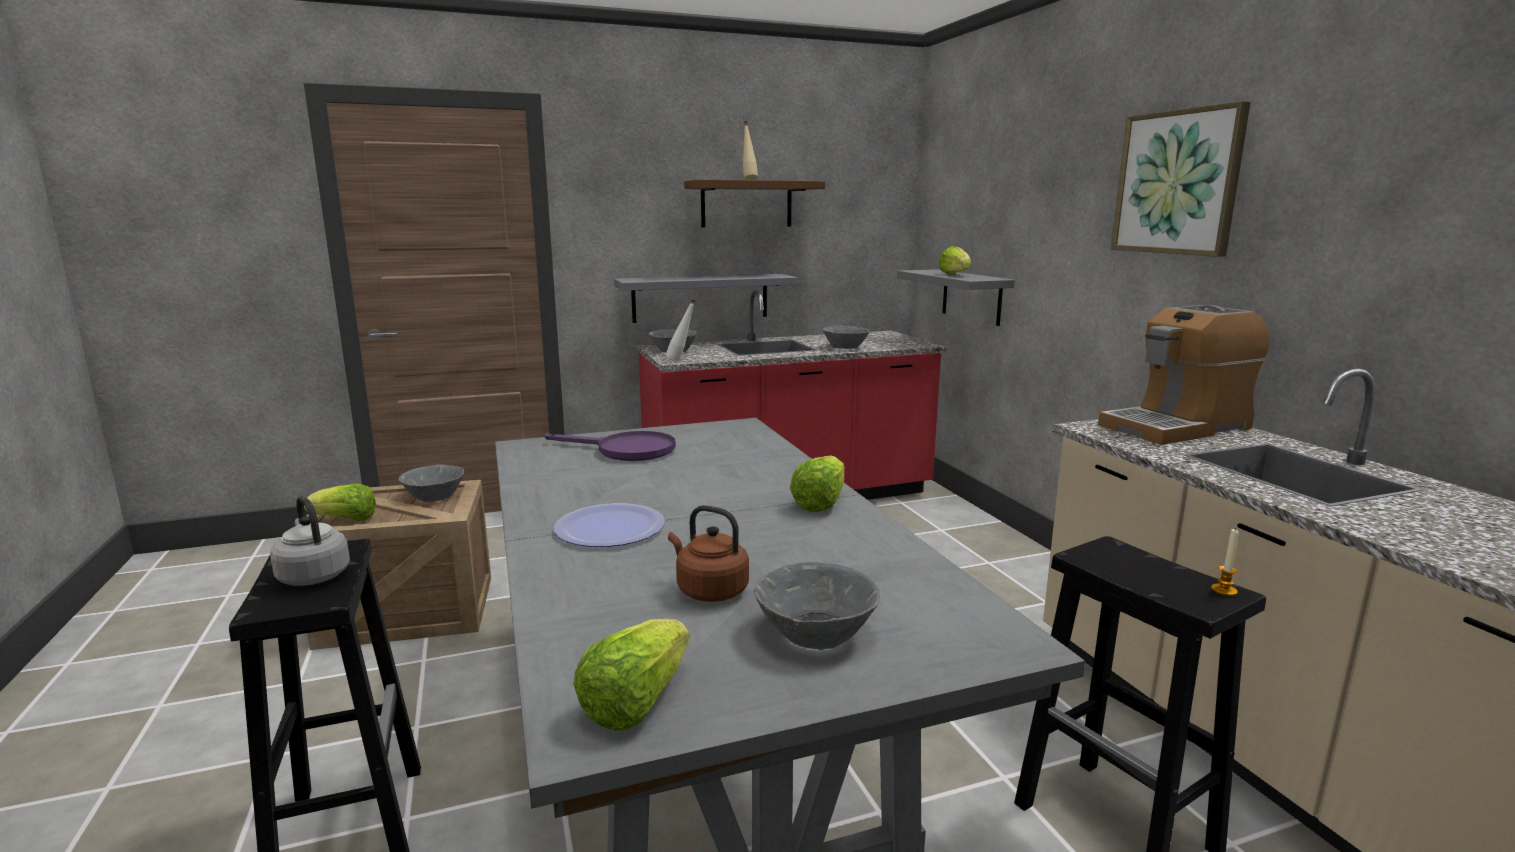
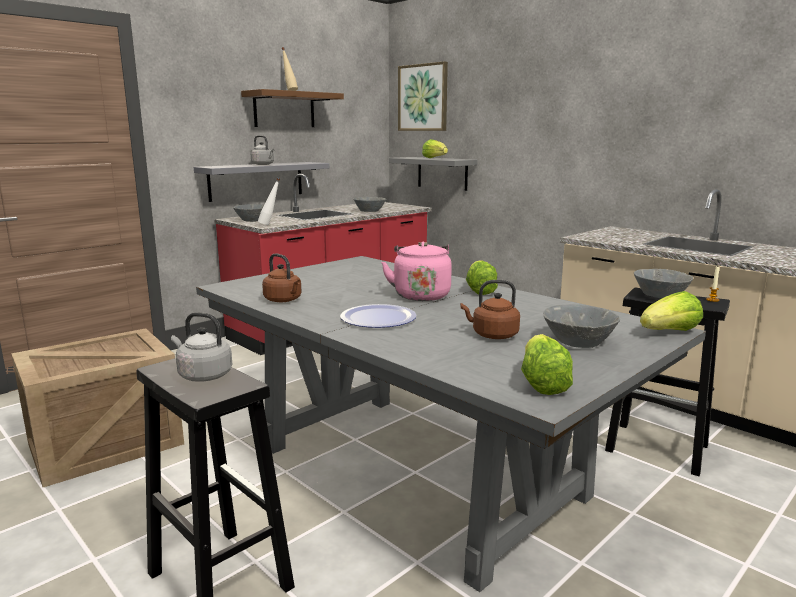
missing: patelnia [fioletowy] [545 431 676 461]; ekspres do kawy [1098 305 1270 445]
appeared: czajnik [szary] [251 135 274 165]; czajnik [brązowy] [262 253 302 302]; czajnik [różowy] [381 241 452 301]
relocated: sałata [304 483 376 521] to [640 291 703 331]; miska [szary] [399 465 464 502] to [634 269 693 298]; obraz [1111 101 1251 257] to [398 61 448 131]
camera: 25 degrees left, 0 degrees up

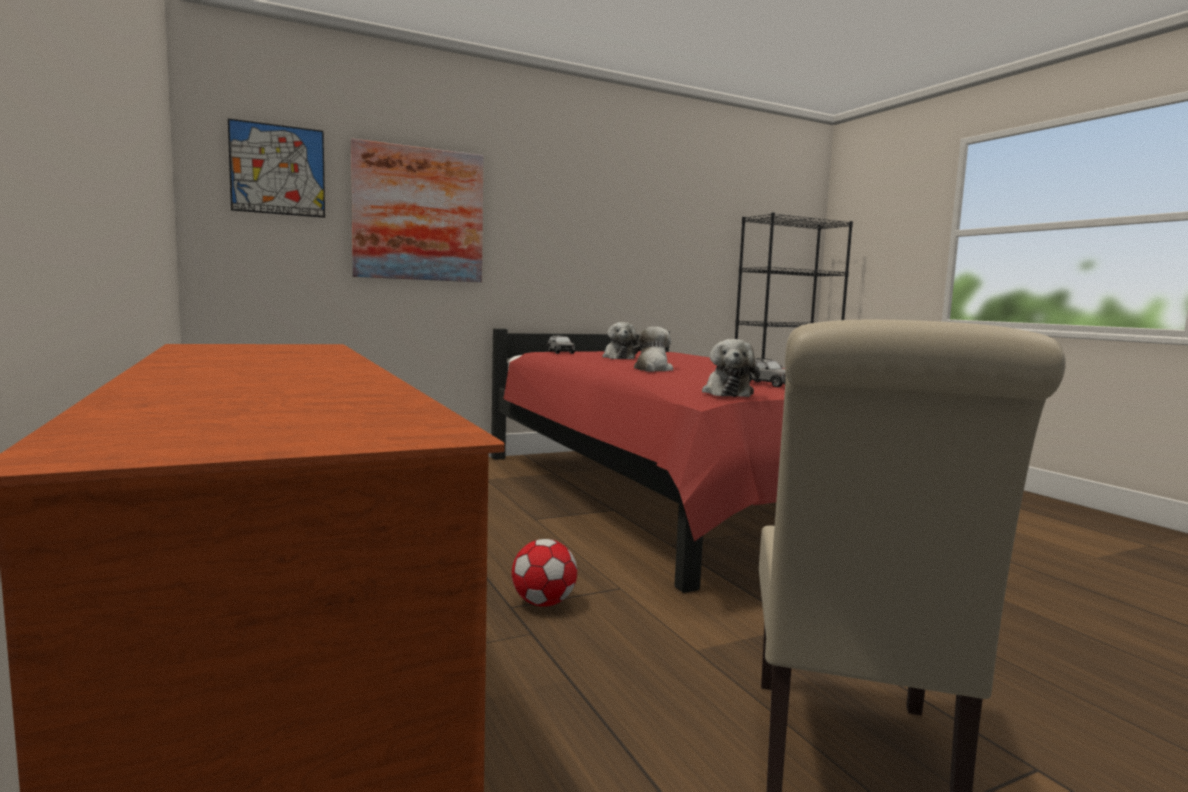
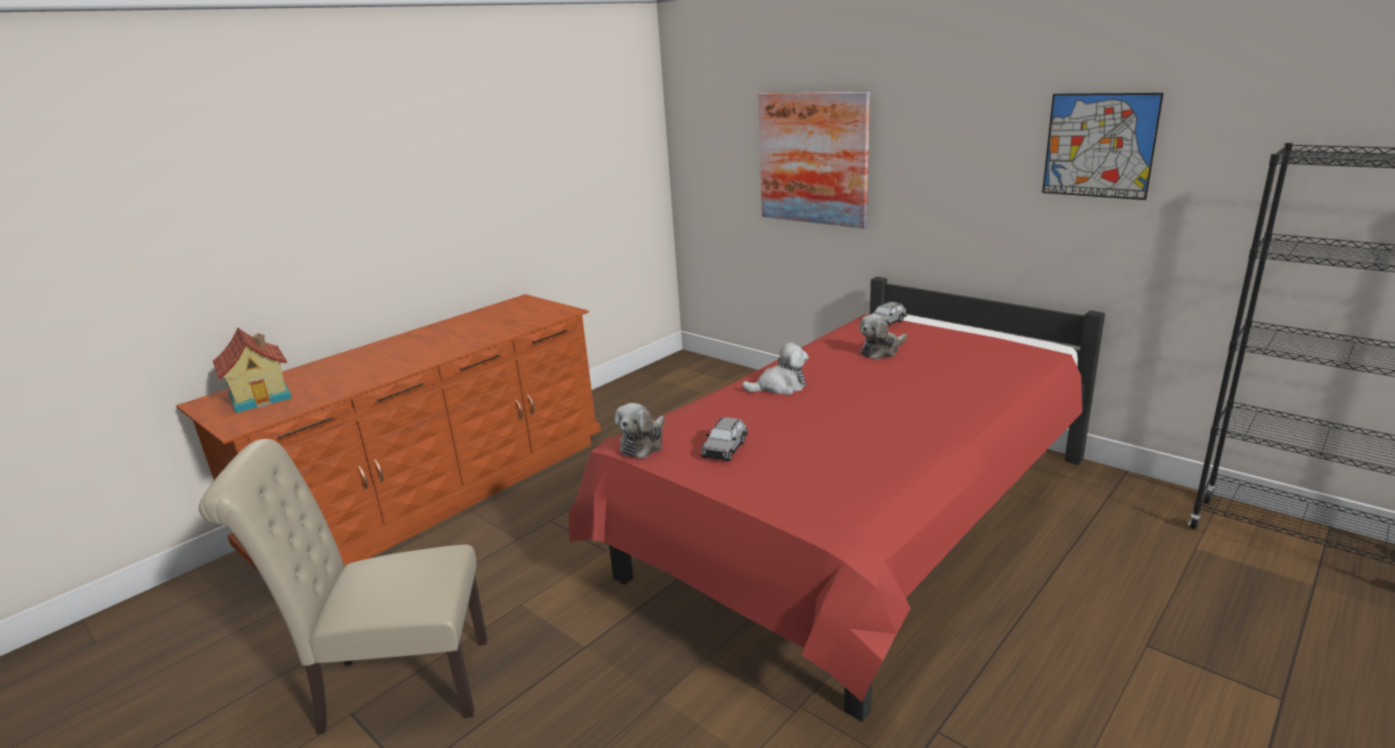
missing: piłka futbolowa [512 539 577 607]
appeared: domek [213 328 292 413]
relocated: obraz [228 118 325 218] to [1042 93 1164 200]
spun: pluszak [702 339 760 397] = [615 403 664 458] 45 degrees counterclockwise
camera: 70 degrees right, 15 degrees up

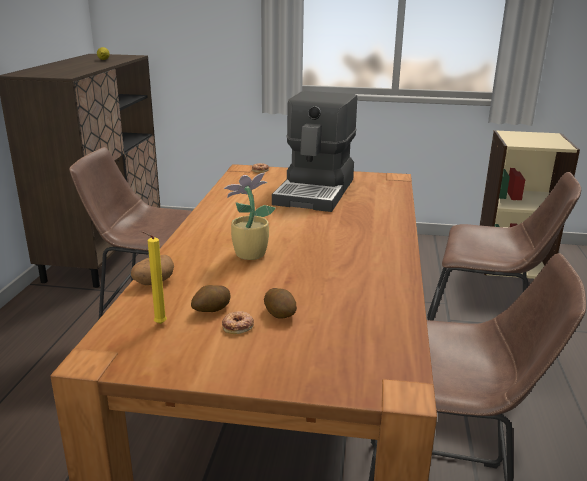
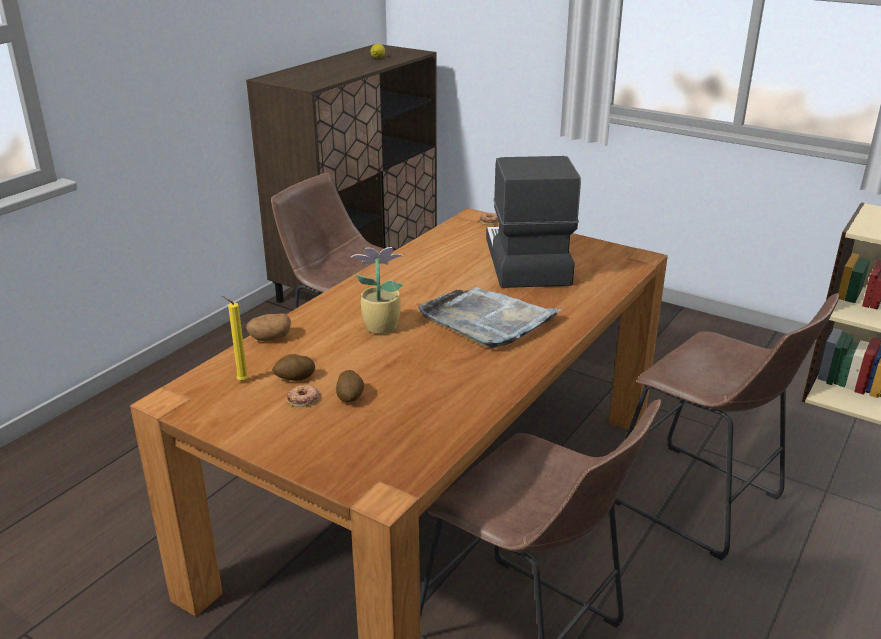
appeared: taca [szary] [418 287 563 349]
spun: ekspres do kawy [272 91 357 212] = [486 156 581 288] 135 degrees clockwise
camera: 25 degrees right, 5 degrees up

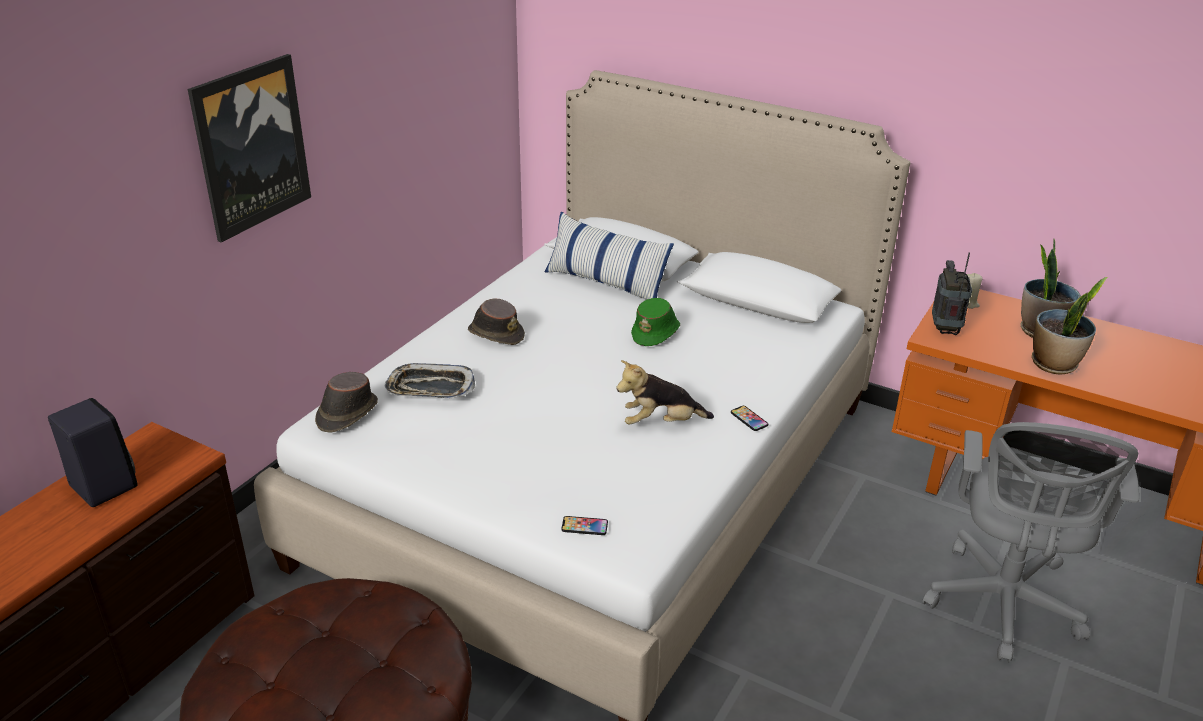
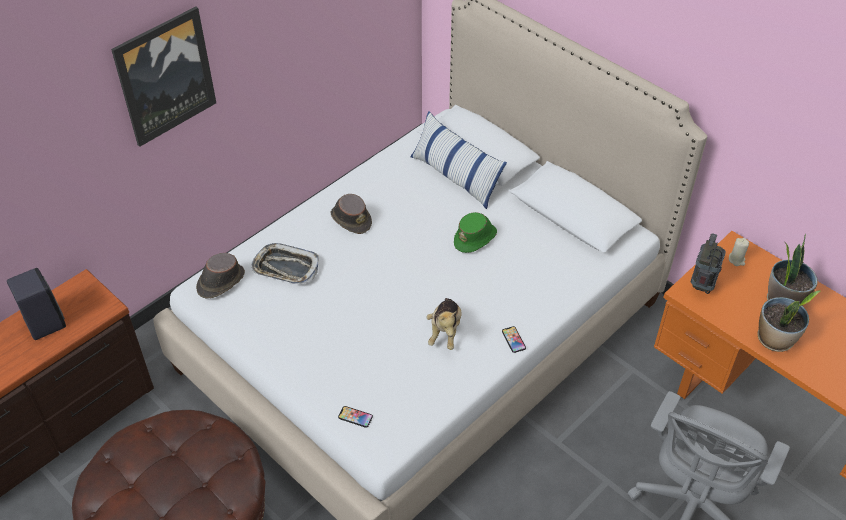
spun: pluszak [616 360 714 425] = [426 298 461 350] 90 degrees counterclockwise
camera: 15 degrees right, 15 degrees up

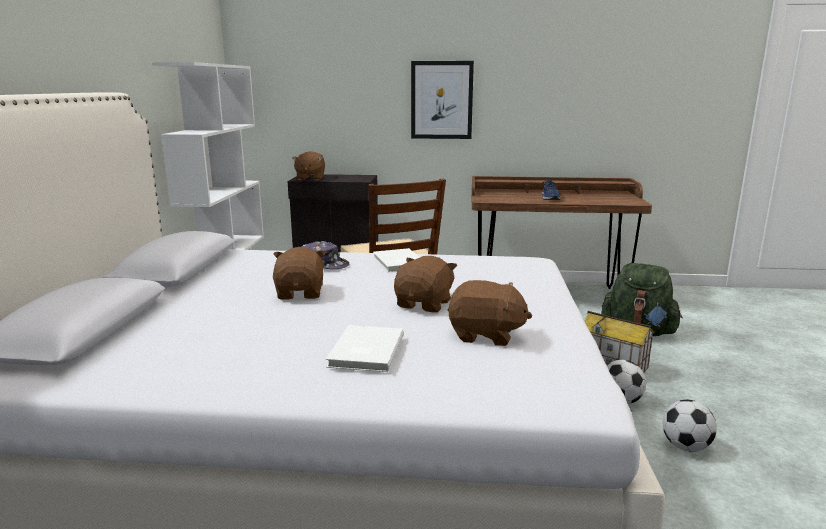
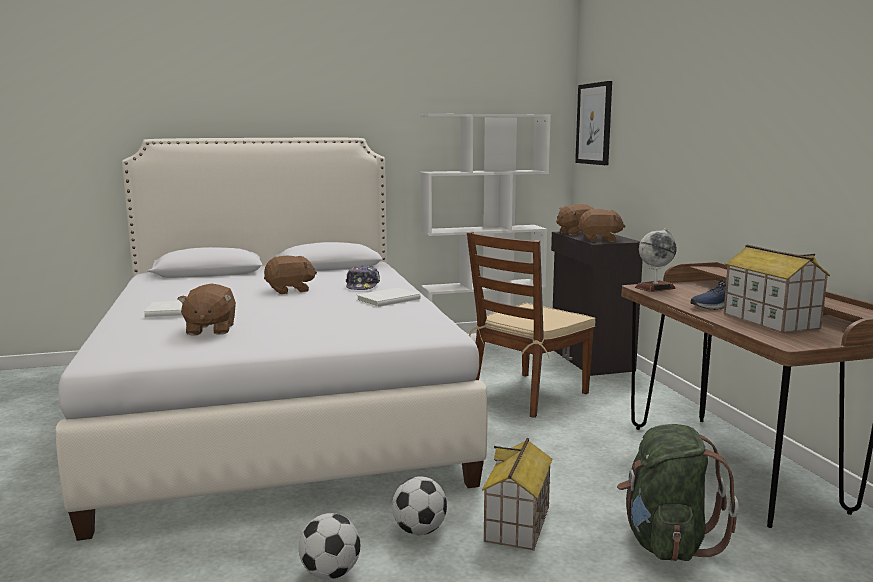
appeared: globus [635 228 677 292]; domek [723 244 830 333]
relocated: pluszak [brązowy] [394 256 457 313] to [578 209 625 242]; obraz [411 61 474 139] to [575 81 612 165]
camera: 70 degrees right, 5 degrees down

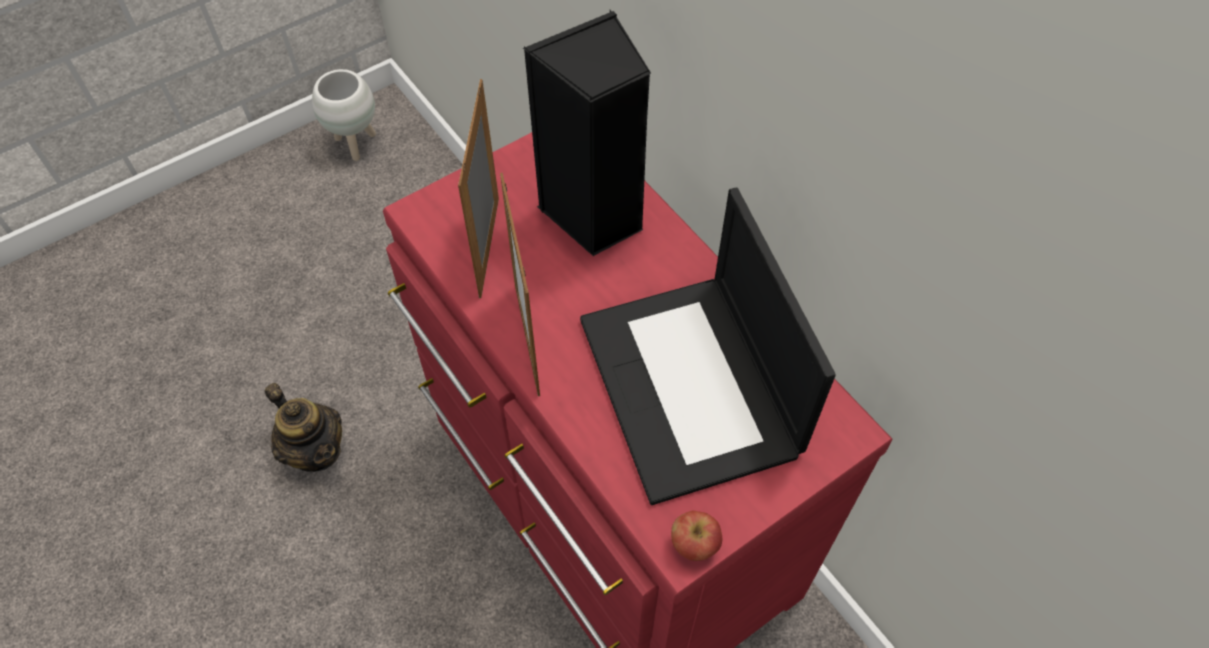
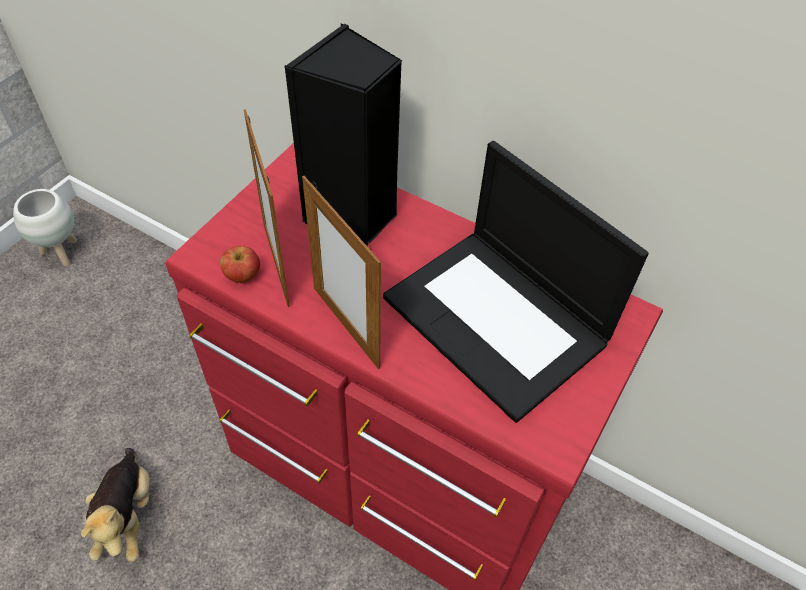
relocated: jabłko [671 511 722 561] to [220 246 260 283]
exchanged: imbryk [265 383 342 472] to pluszak [81 448 149 563]
camera: 25 degrees left, 5 degrees down

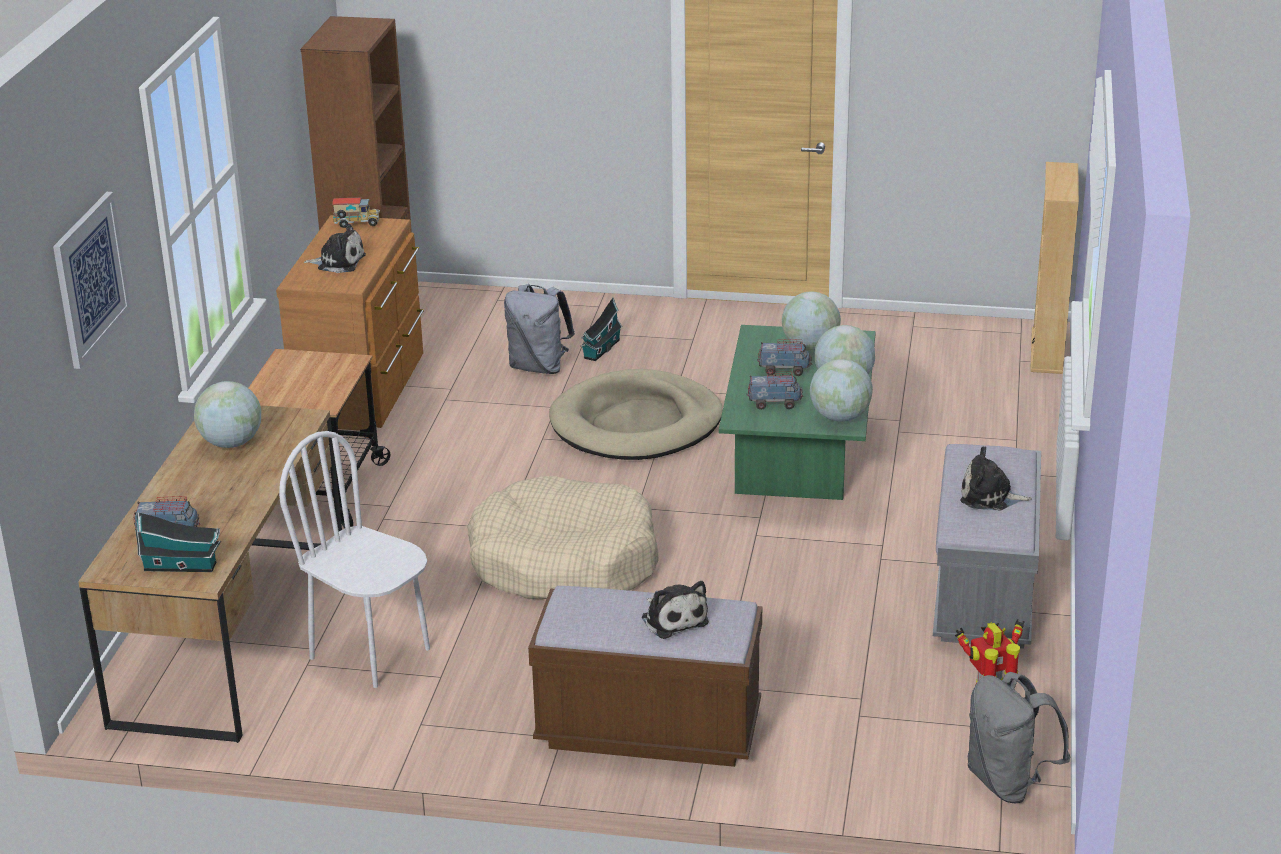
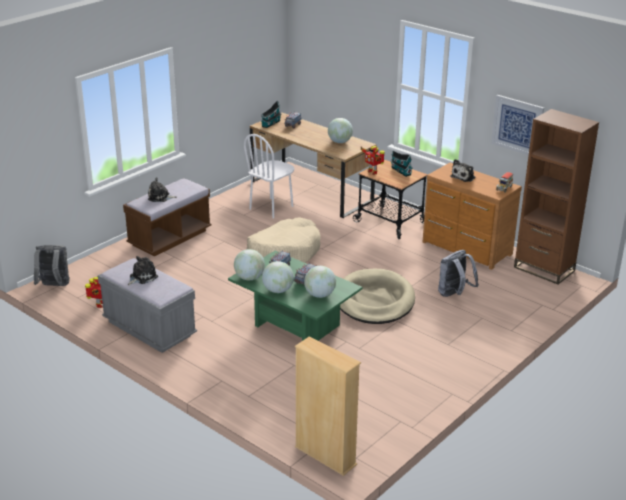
appeared: robot zabawkowy [361 146 385 175]
relocated: obraz [53 192 131 369] to [491 95 544 155]; domek [581 297 622 361] to [391 151 413 177]
spun: krzesło [biały] [279 431 430 688] = [244 134 294 219] 150 degrees clockwise
camera: 120 degrees right, 0 degrees up

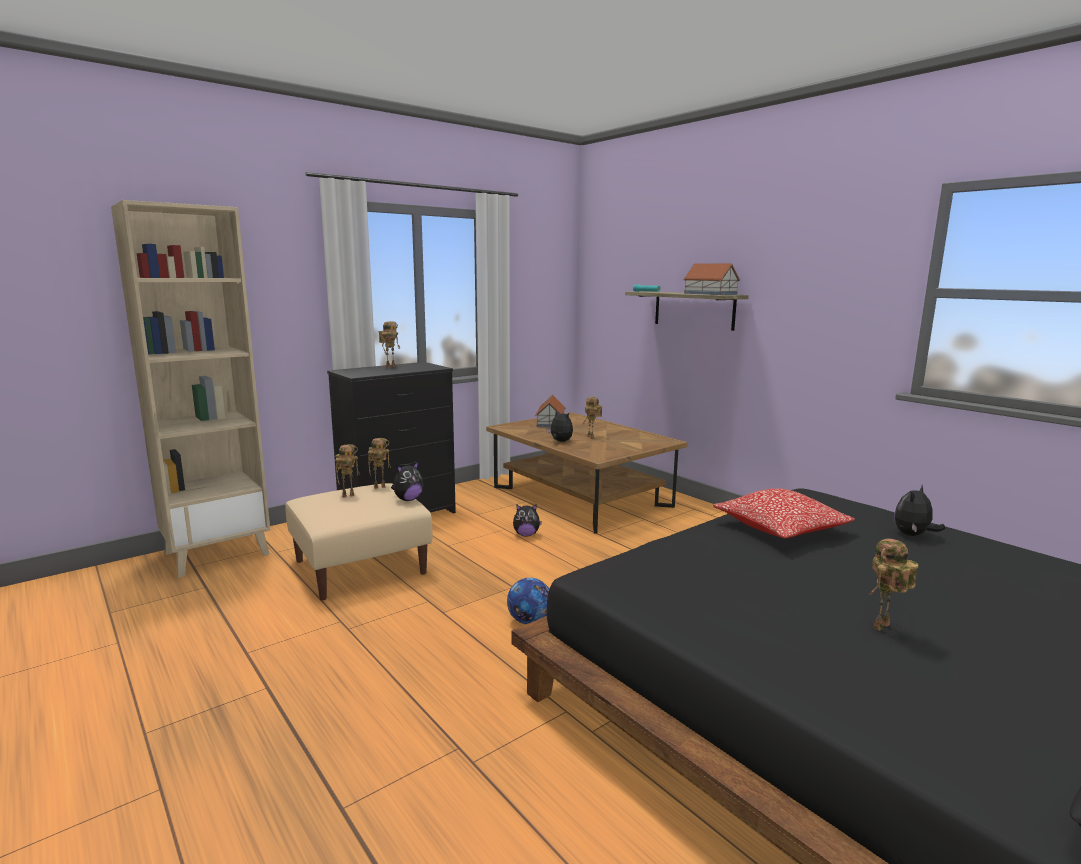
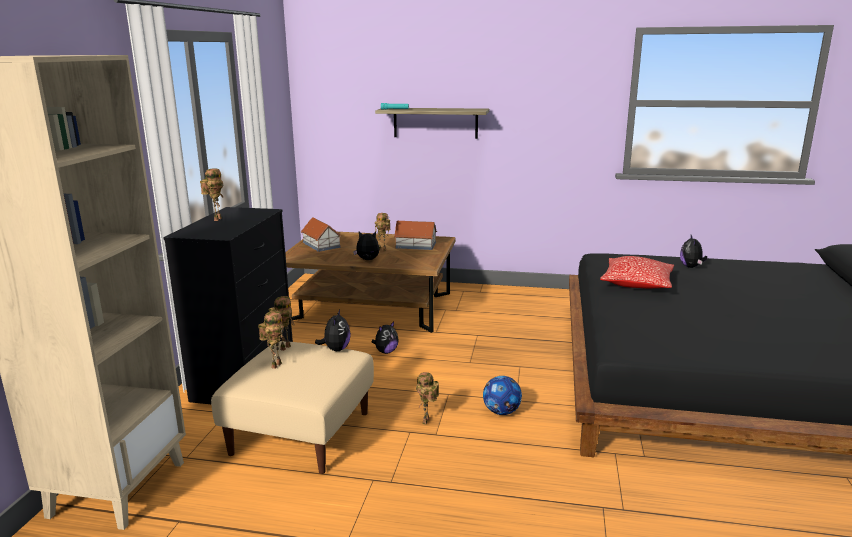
relocated: domek [684 263 740 295] to [394 221 437 250]; robot zabawkowy [869 539 918 631] to [416 372 439 424]
camera: 40 degrees left, 5 degrees up

